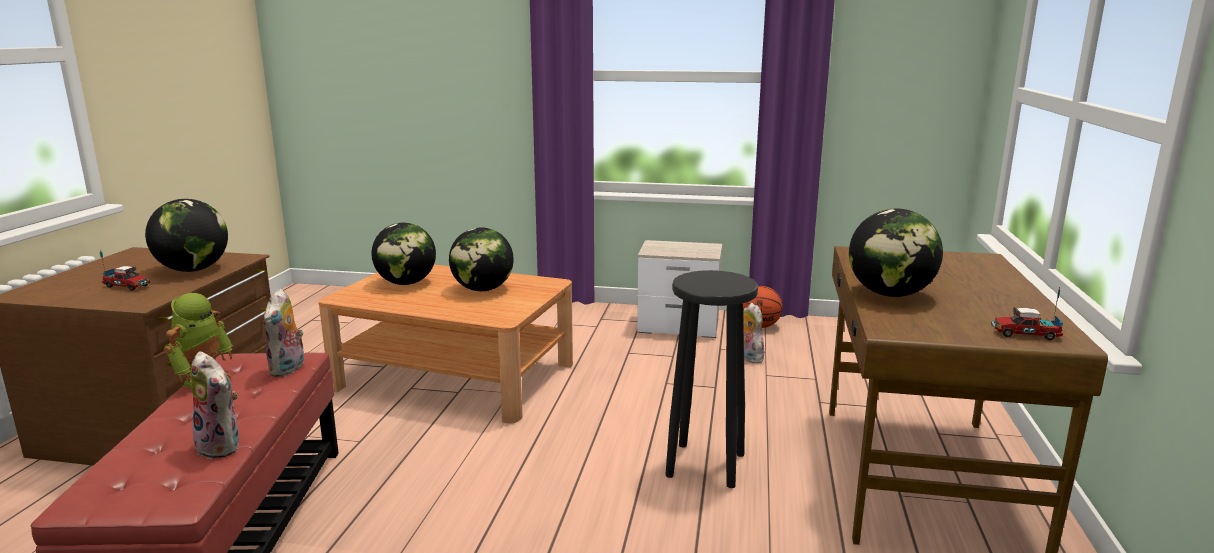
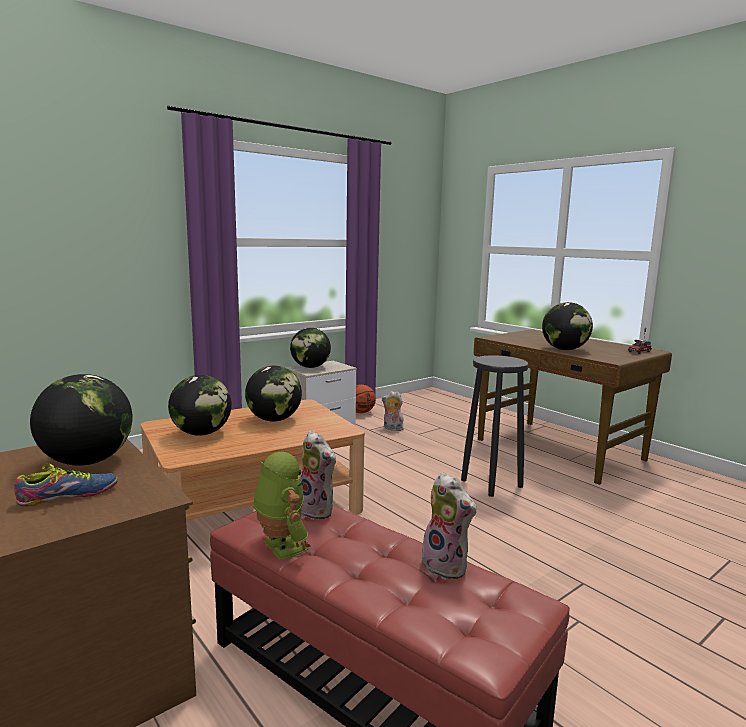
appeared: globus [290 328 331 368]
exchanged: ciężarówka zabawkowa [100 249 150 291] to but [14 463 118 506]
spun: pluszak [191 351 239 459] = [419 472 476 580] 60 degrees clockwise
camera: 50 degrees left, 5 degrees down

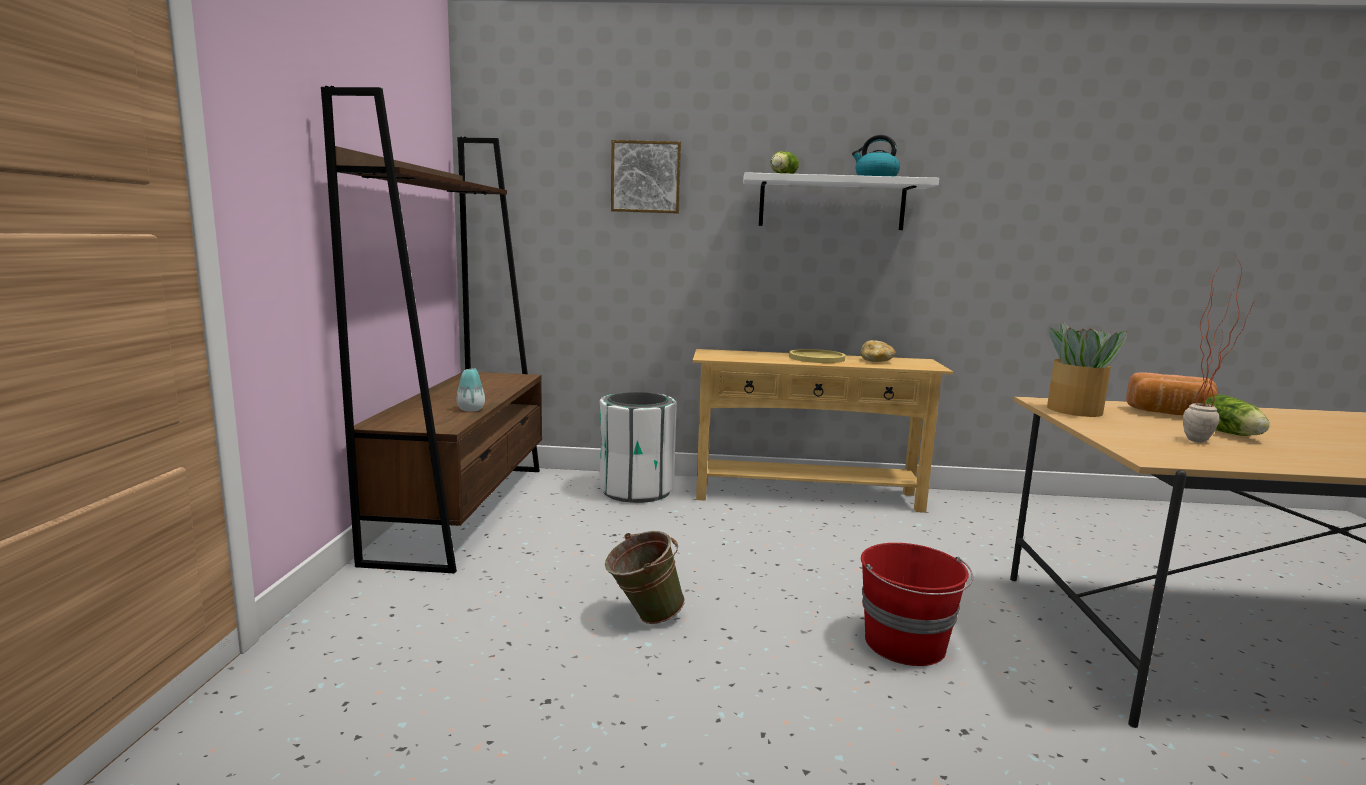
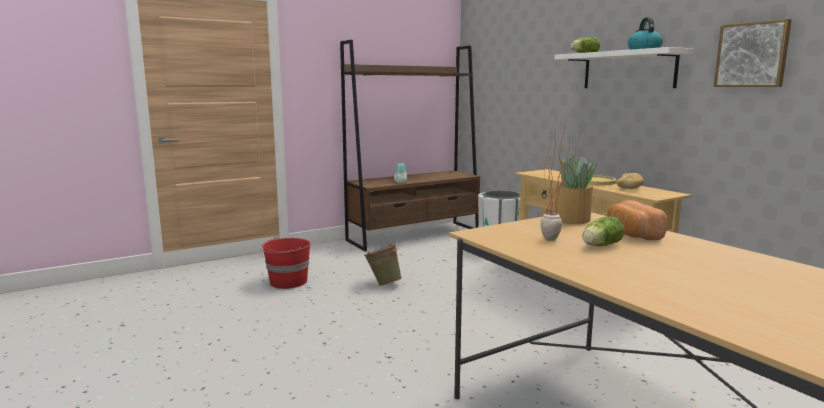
relocated: obraz [611 140 681 214] to [714 19 792 87]; wiadro [czerwony] [861 543 973 666] to [260 238 311 289]
camera: 55 degrees right, 0 degrees up

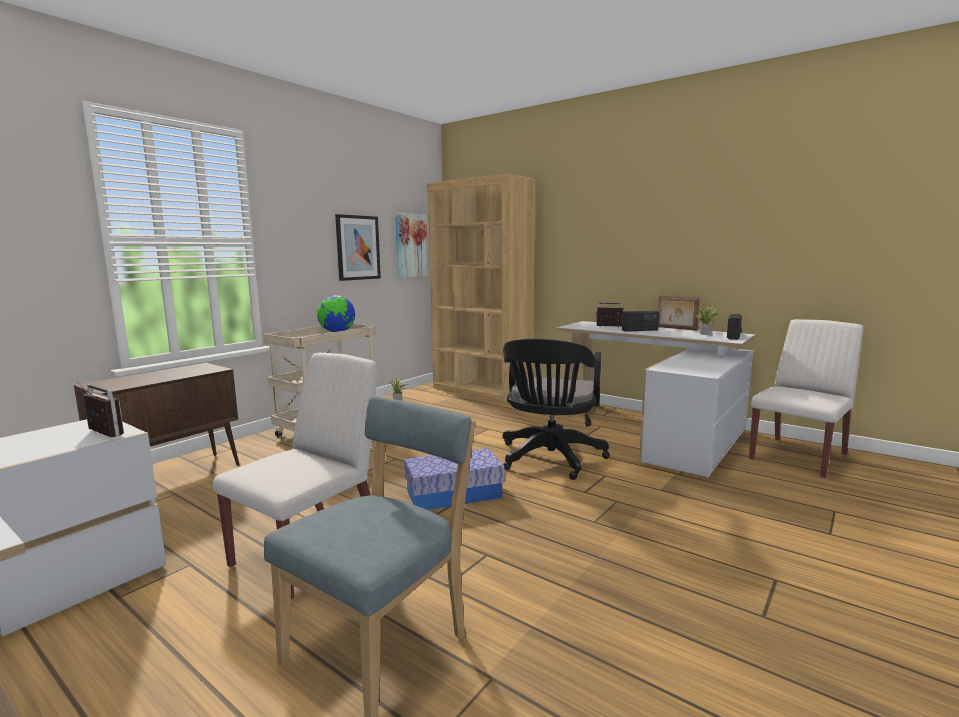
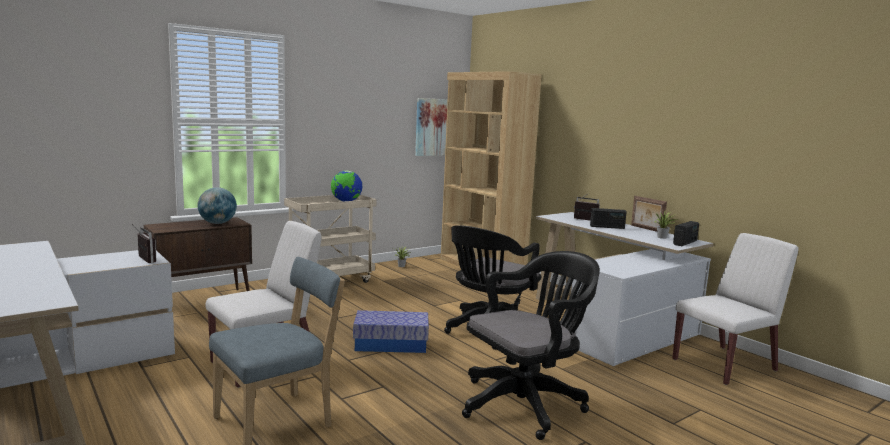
missing: obraz [335 214 381 281]
appeared: globus [198 187 237 224]; krzesło biurowe [czarny] [462 251 600 440]
camera: 15 degrees right, 0 degrees up

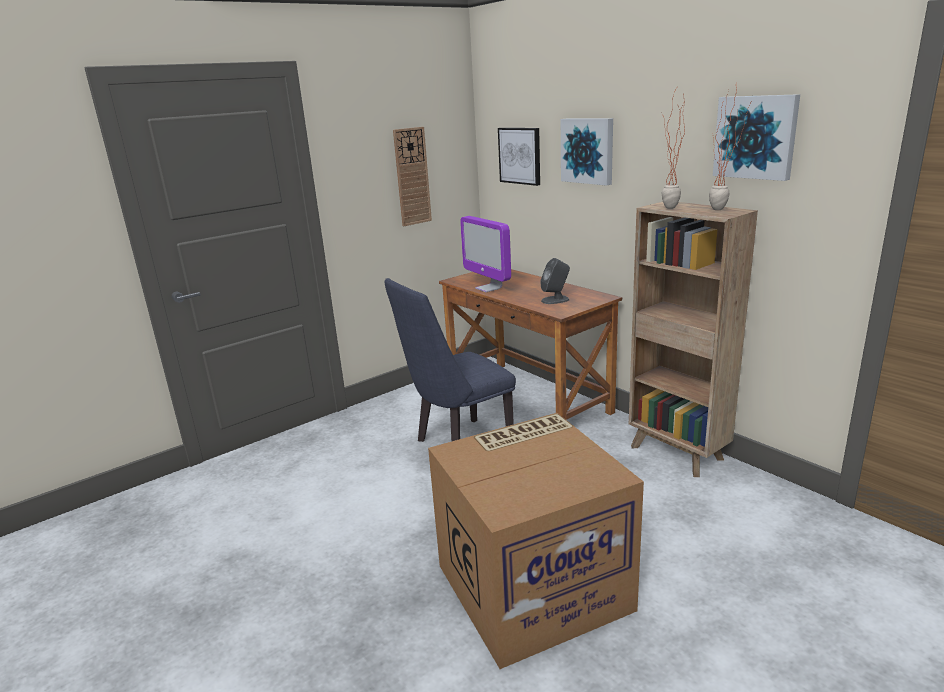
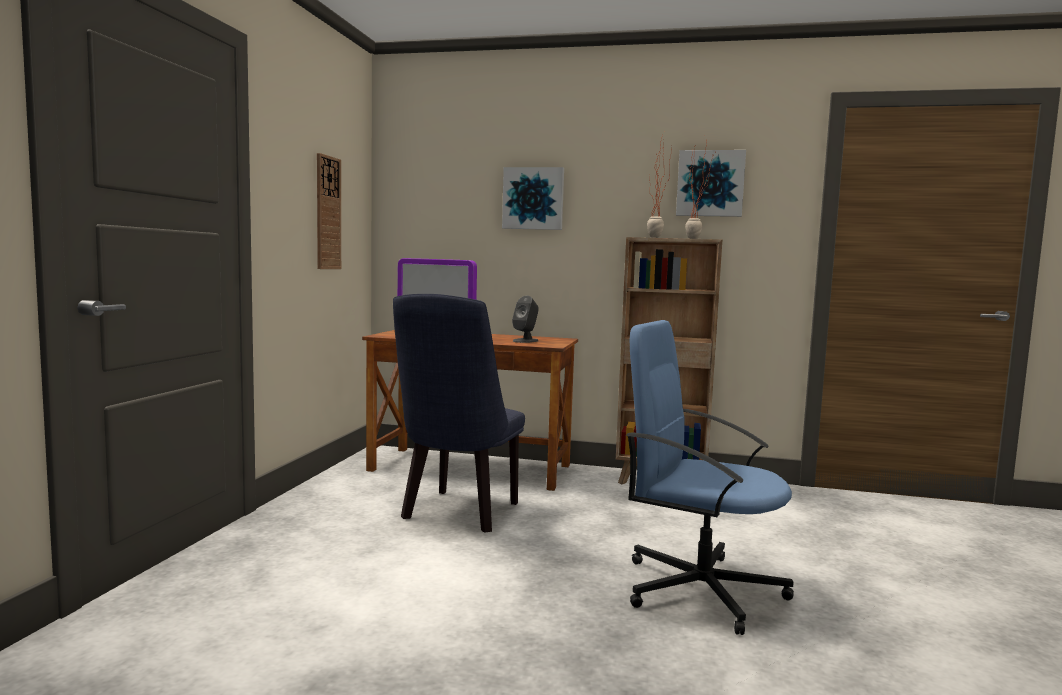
missing: obraz [498 128 540 186]
exchanged: karton [428 413 644 669] to krzesło biurowe [niebieski] [626 320 794 635]
camera: 40 degrees left, 15 degrees down

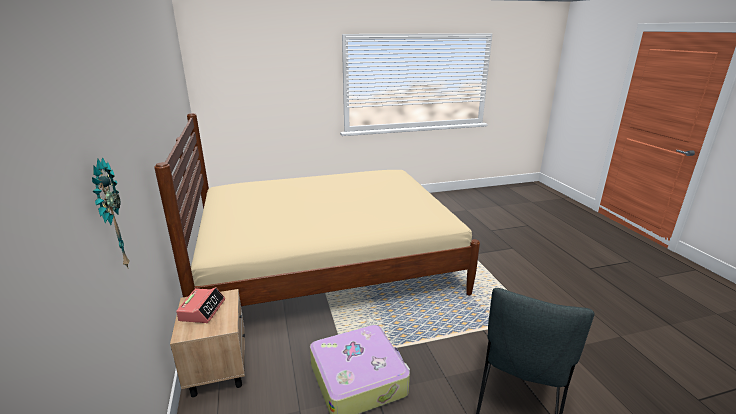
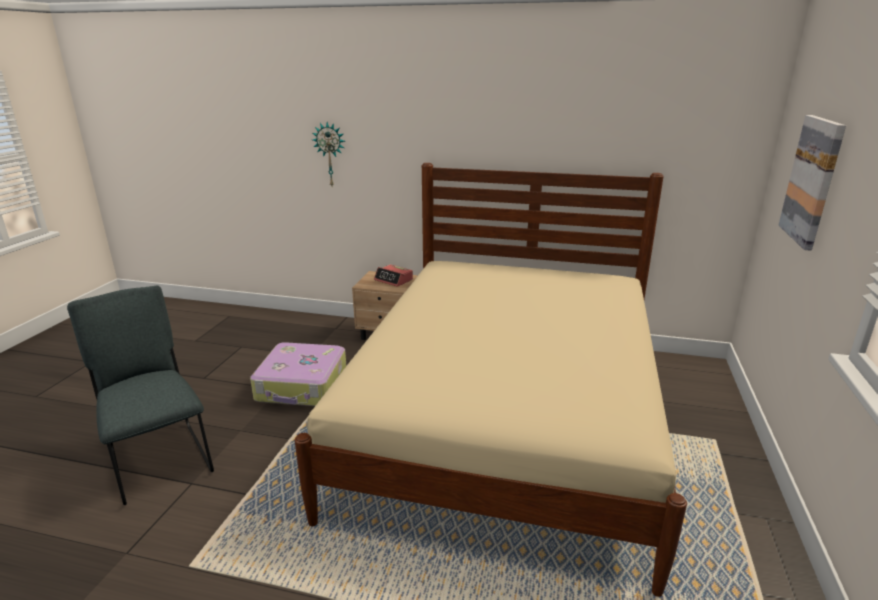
appeared: obraz [779 115 846 251]
camera: 120 degrees right, 0 degrees up

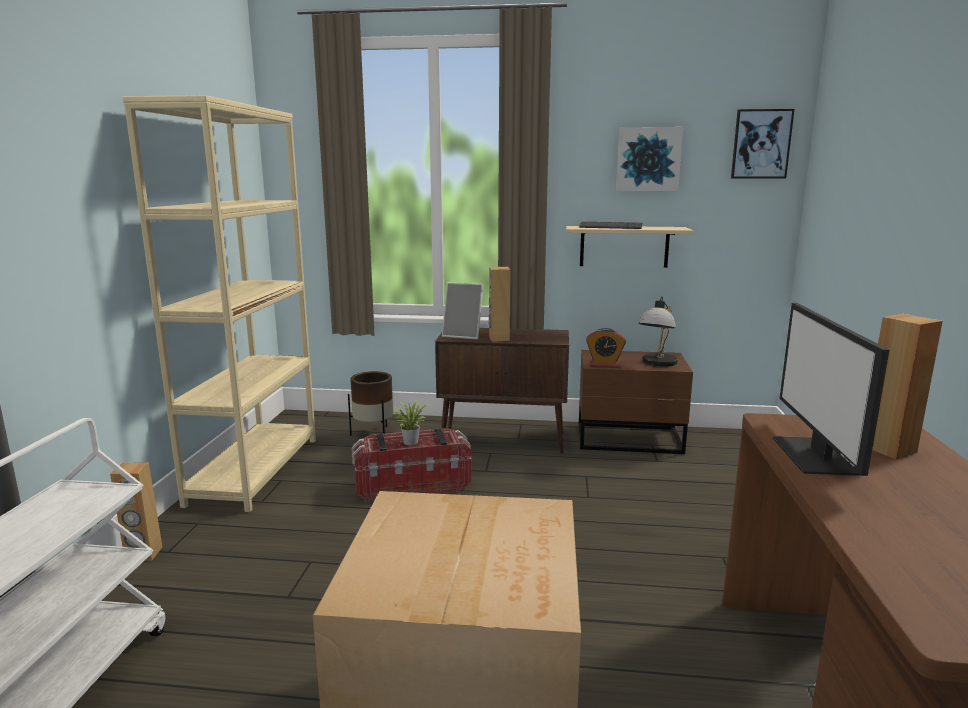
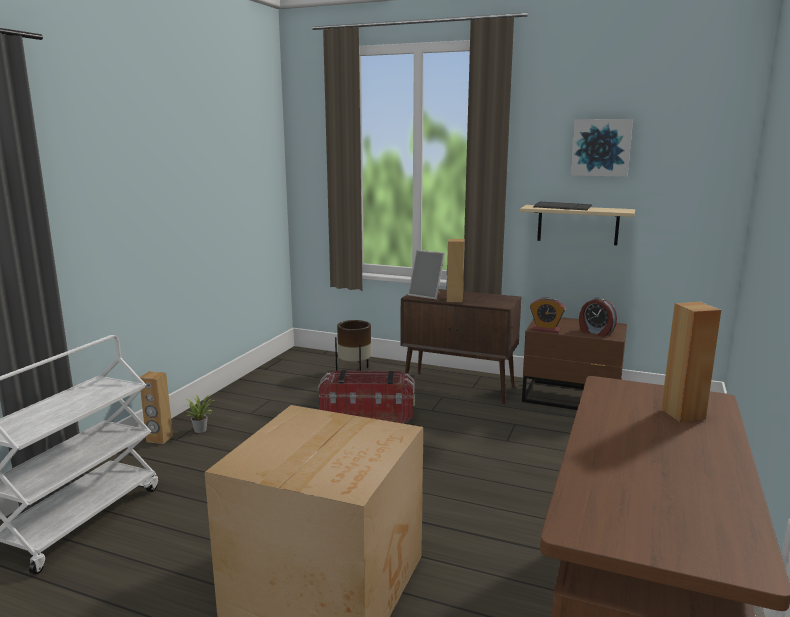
missing: regał [beżowy] [122 95 316 512]; obraz [731 109 794 178]; monitor [773 303 889 476]
relocated: roślina doniczkowa [393 400 430 445] to [186 395 215 433]
exchanged: lampa stołowa [638 296 678 367] to budzik [579 298 617 337]
camera: 15 degrees right, 0 degrees up

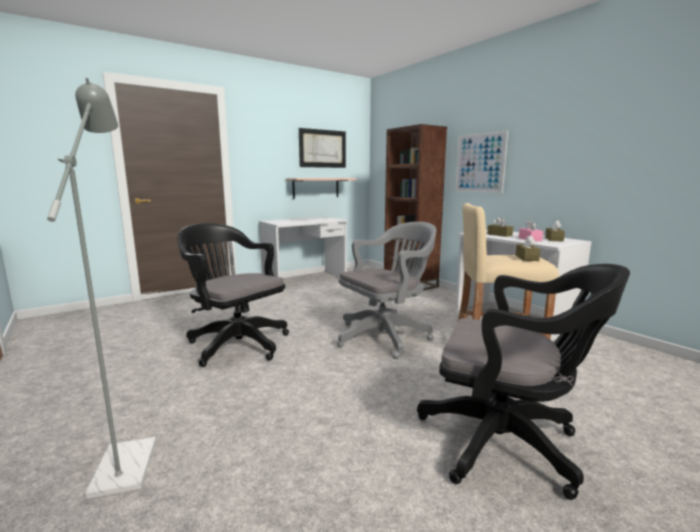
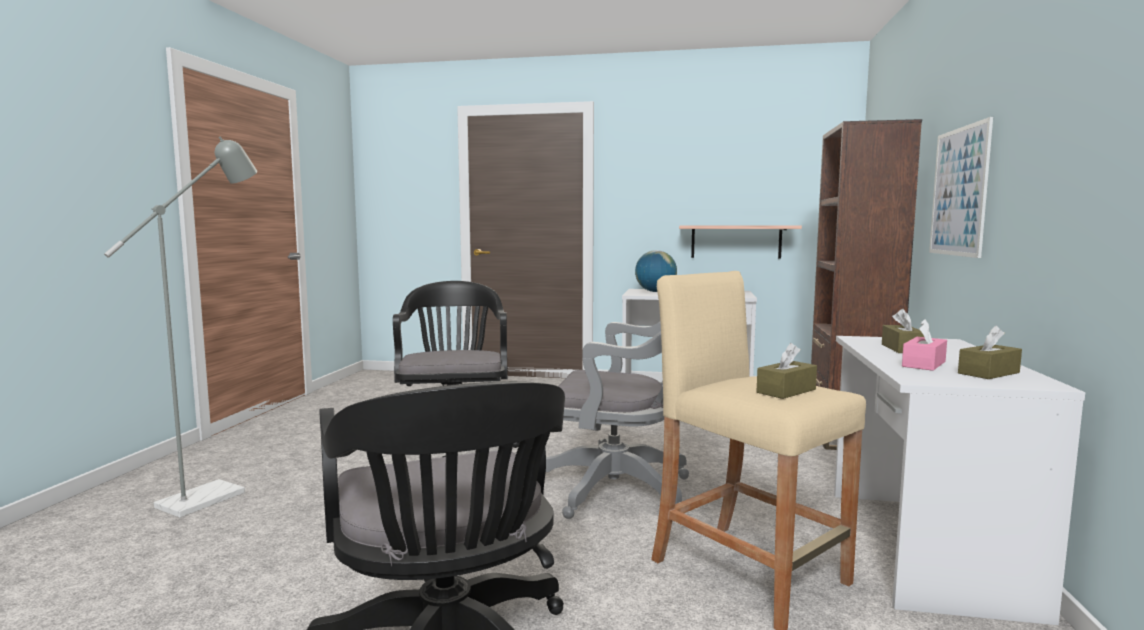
missing: obraz [299 128 346 168]
appeared: globus [635 250 677 292]
camera: 45 degrees right, 5 degrees down

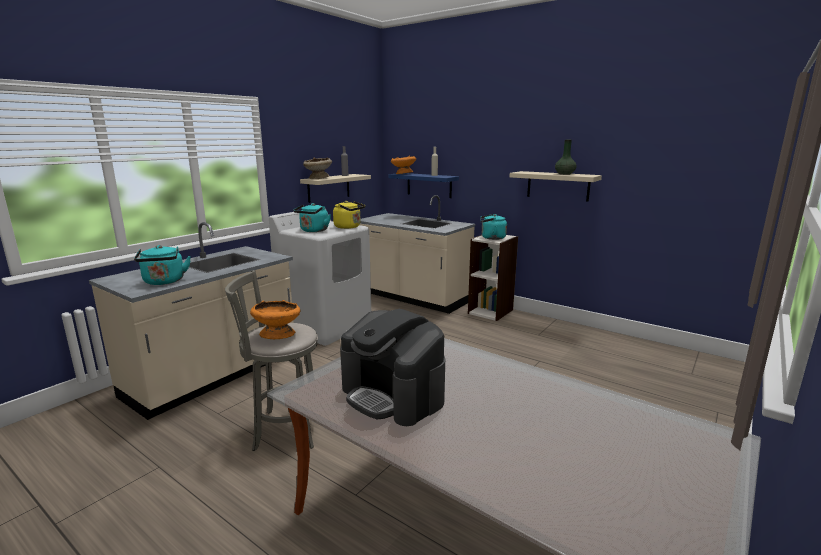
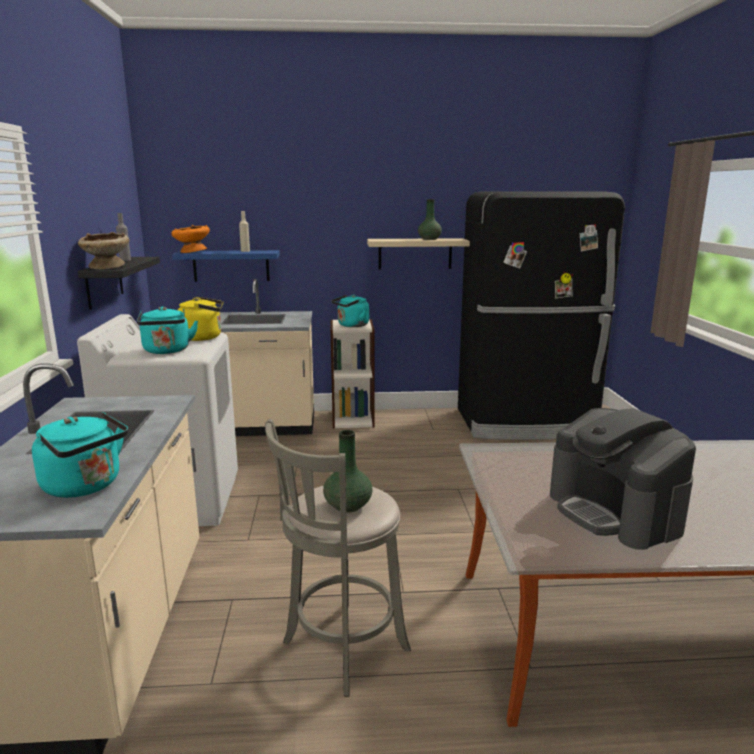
appeared: lodówka [czarny] [458 191 625 440]
exchanged: miska [pomarańczowy] [250 300 300 339] to wazon [zielony] [323 430 373 513]
colour: półka [beżowy] [300 174 371 203] to półka [czarny] [78 257 160 310]
spun: ekspres do kawy [340 309 445 426] = [550 408 696 550] 60 degrees clockwise
camera: 40 degrees left, 0 degrees up

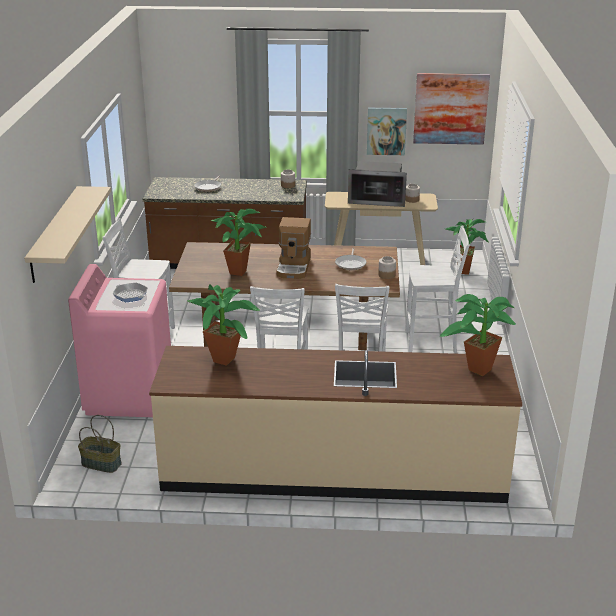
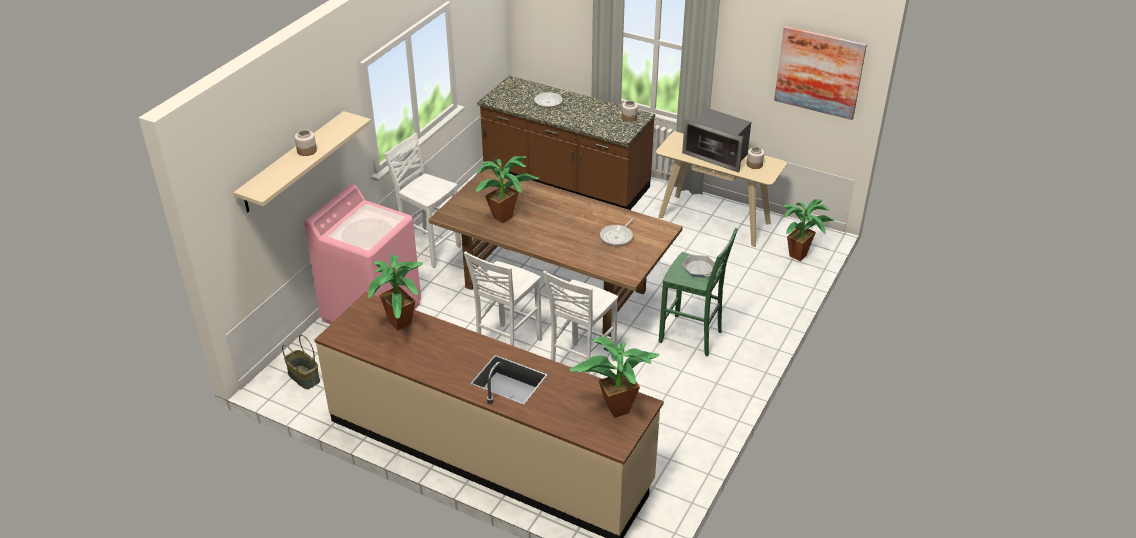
missing: ekspres do kawy [276 217 311 279]; obraz [367 108 407 155]
relocated: patelnia [113 283 148 302] to [682 254 715 277]; słoik [378 256 396 279] to [295 130 317 156]
colour: stołek [biały] [406 226 470 353] to stołek [zielony] [659 228 738 356]
camera: 25 degrees right, 10 degrees up

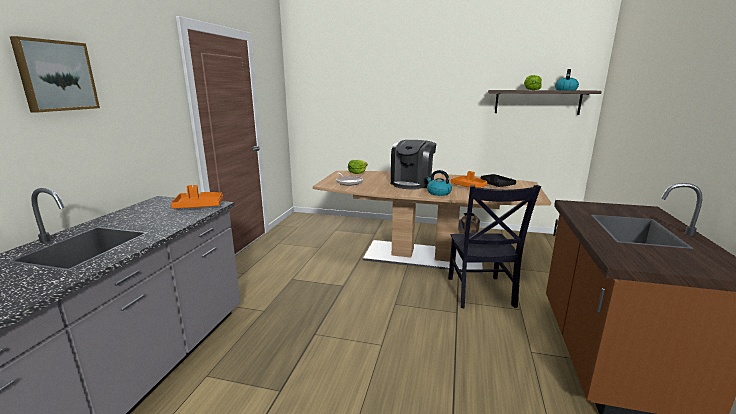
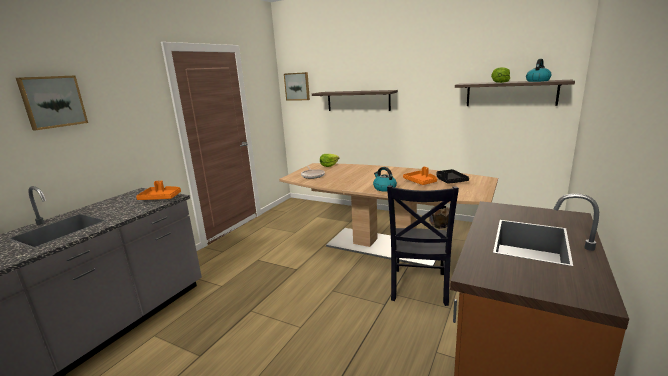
missing: ekspres do kawy [391 140 436 189]
appeared: obraz [284 72 310 101]; półka [312 90 398 111]
camera: 15 degrees right, 0 degrees up

